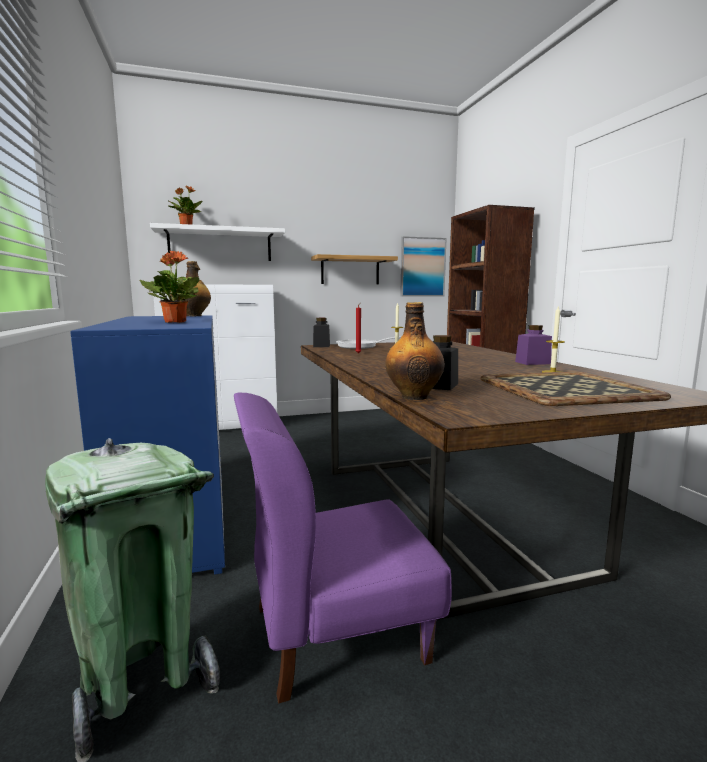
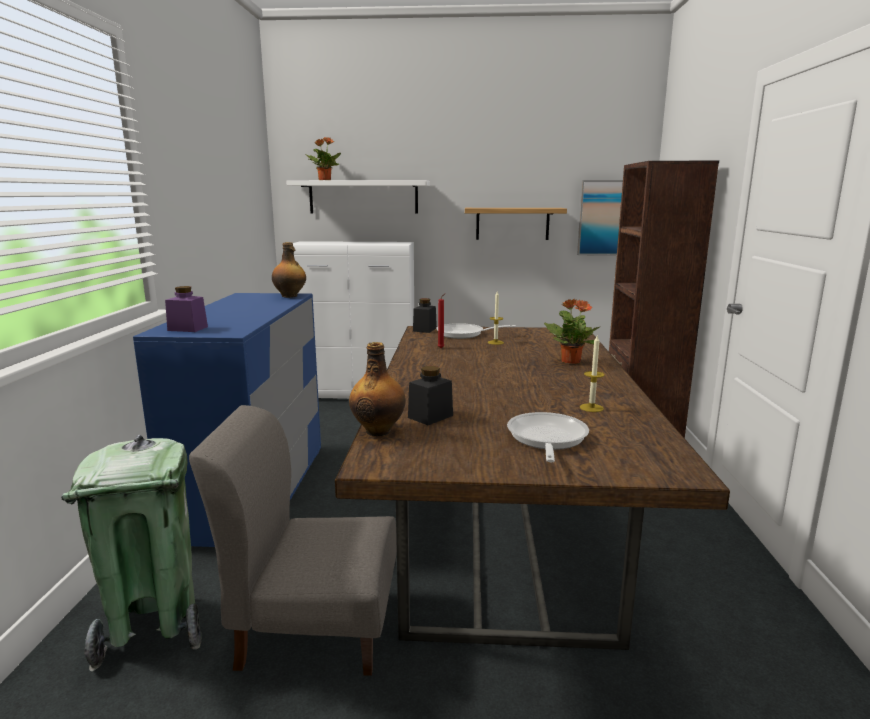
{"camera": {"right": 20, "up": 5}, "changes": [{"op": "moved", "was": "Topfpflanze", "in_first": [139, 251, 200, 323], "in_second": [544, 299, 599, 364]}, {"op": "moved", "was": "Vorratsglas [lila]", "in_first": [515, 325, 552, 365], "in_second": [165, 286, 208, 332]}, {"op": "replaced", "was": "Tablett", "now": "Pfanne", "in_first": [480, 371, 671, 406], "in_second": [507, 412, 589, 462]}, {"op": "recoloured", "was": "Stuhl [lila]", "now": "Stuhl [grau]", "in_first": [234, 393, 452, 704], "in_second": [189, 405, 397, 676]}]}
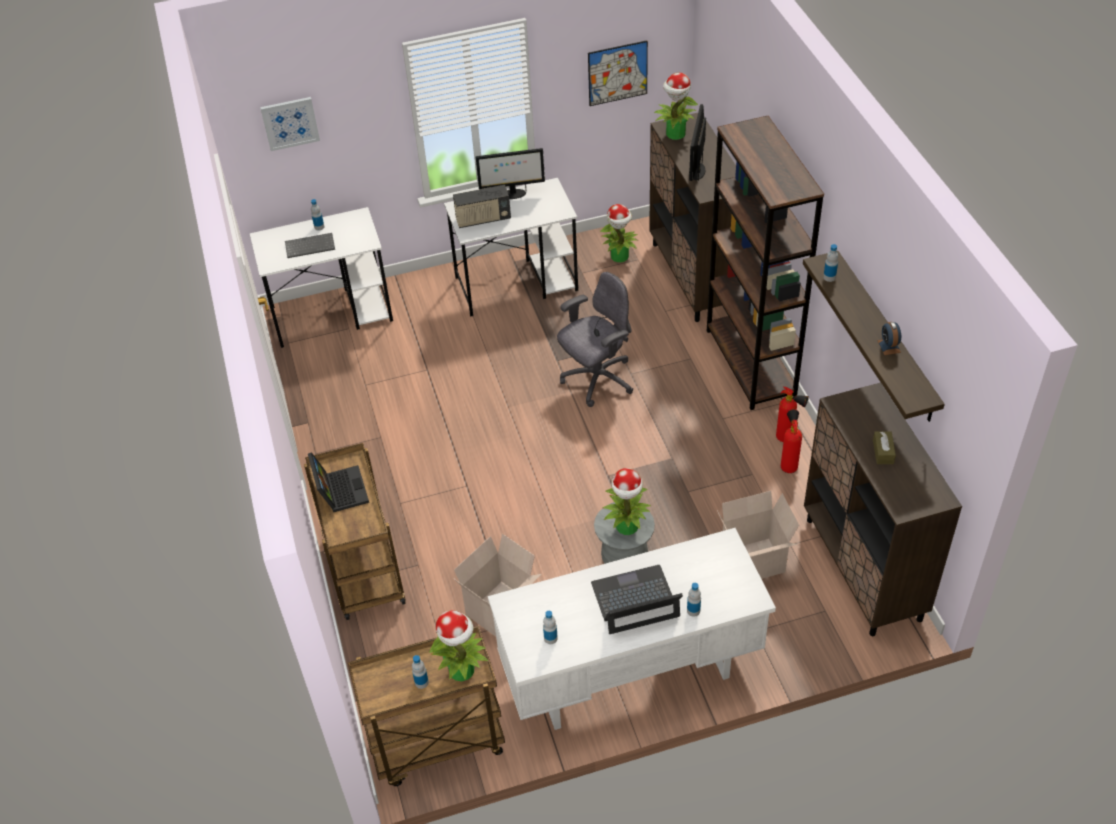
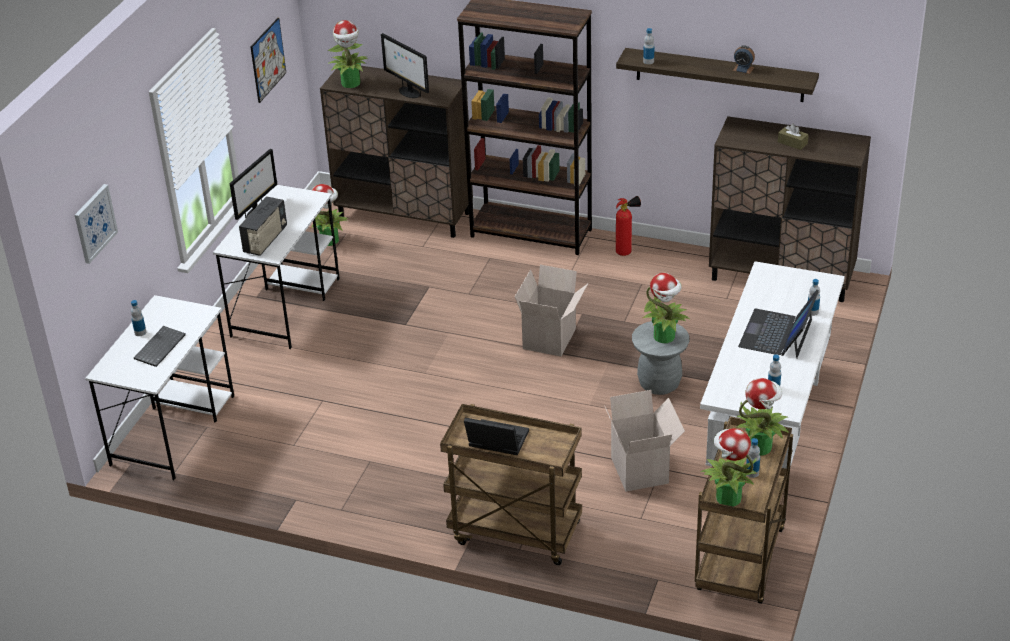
{"camera": {"right": -55, "up": -10}, "changes": [{"op": "removed", "was": "Bürostuhl [grau]", "in_first": [557, 272, 633, 407]}, {"op": "removed", "was": "Feuerlöscher", "in_first": [781, 409, 802, 473]}, {"op": "moved", "was": "Karton", "in_first": [717, 491, 799, 579], "in_second": [515, 265, 588, 356]}, {"op": "added", "now": "Topfpflanze", "in_second": [701, 428, 758, 506]}]}
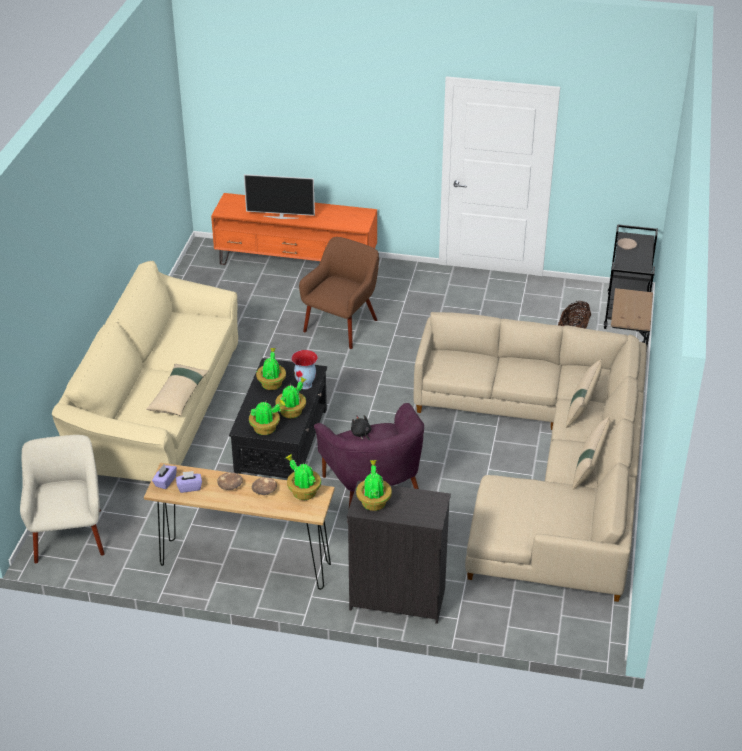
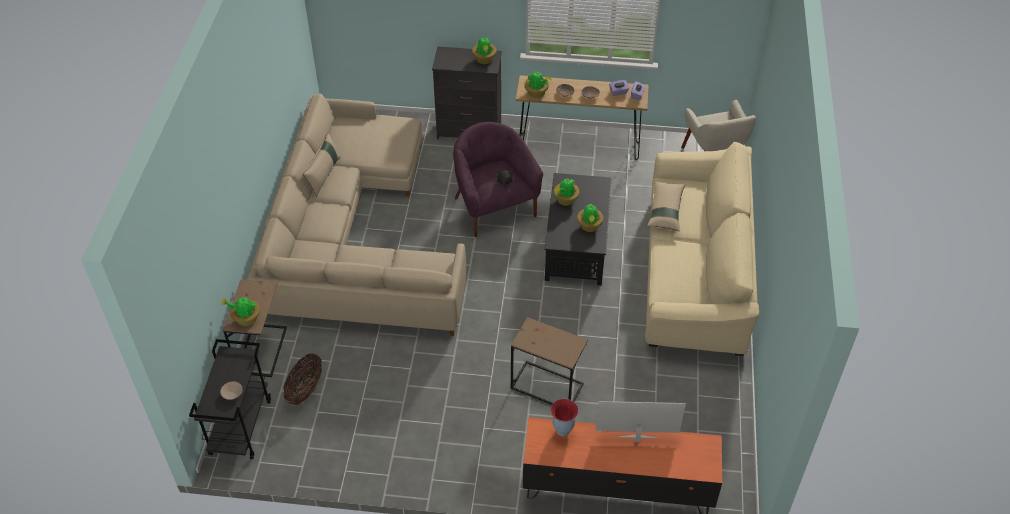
{"camera": {"right": 175, "up": 10}, "changes": [{"op": "replaced", "was": "Sessel [braun]", "now": "Beistelltisch [braun]", "in_first": [299, 237, 379, 349], "in_second": [511, 317, 588, 405]}, {"op": "moved", "was": "Vase", "in_first": [291, 350, 318, 389], "in_second": [551, 399, 578, 436]}, {"op": "removed", "was": "Kissen [beige]", "in_first": [566, 360, 602, 428]}, {"op": "moved", "was": "Topfpflanze", "in_first": [249, 400, 286, 435], "in_second": [221, 297, 260, 326]}]}
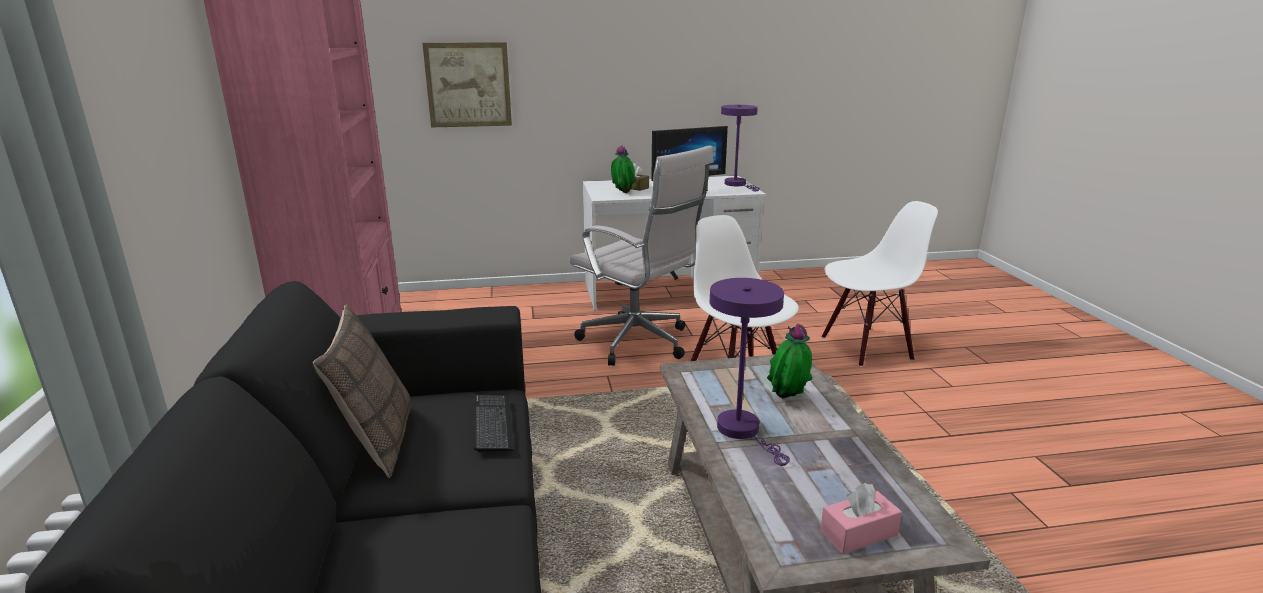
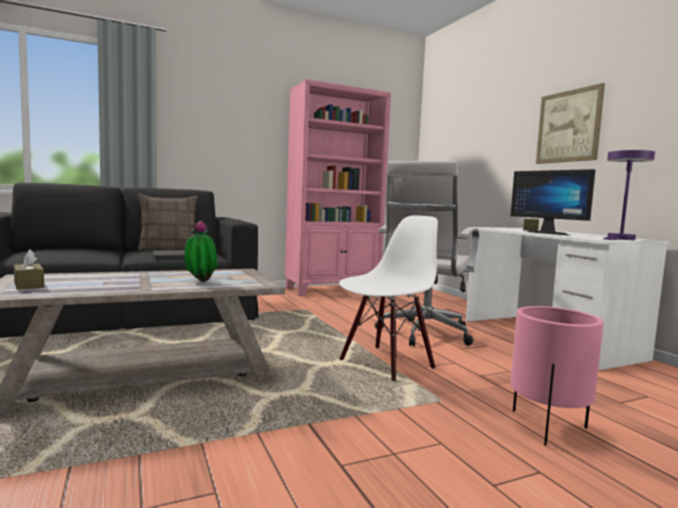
{"camera": {"right": 75, "up": -15}, "changes": [{"op": "moved", "was": "Bild", "in_first": [422, 42, 512, 127], "in_second": [536, 83, 605, 164]}, {"op": "removed", "was": "Topfpflanze", "in_first": [611, 146, 635, 193]}, {"op": "replaced", "was": "Stuhl [weiß]", "now": "Pflanzkübel [rosa]", "in_first": [821, 201, 938, 367], "in_second": [510, 306, 604, 446]}, {"op": "removed", "was": "Tischlampe [lila]", "in_first": [710, 278, 790, 466]}, {"op": "recoloured", "was": "Taschentuchbox [rosa]", "now": "Taschentuchbox [braun]", "in_first": [820, 483, 902, 554], "in_second": [14, 249, 44, 290]}]}
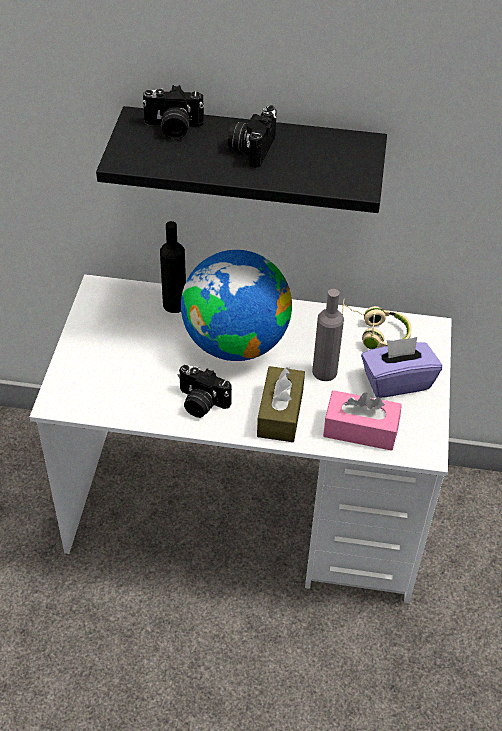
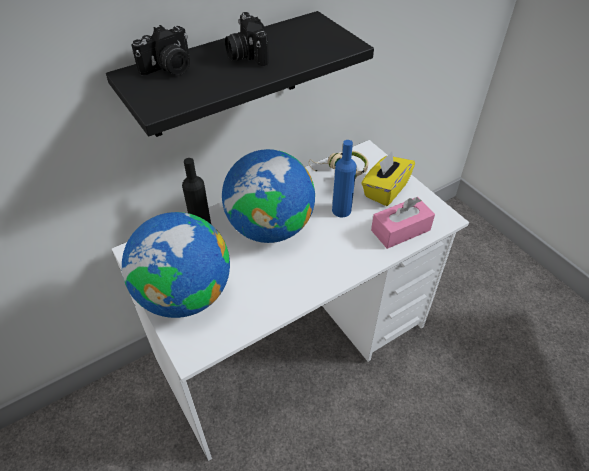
{"camera": {"right": -40, "up": 0}, "changes": [{"op": "recoloured", "was": "Flasche [grau]", "now": "Flasche [blau]", "in_first": [312, 289, 344, 381], "in_second": [332, 140, 356, 217]}, {"op": "recoloured", "was": "Taschentuchbox [lila]", "now": "Taschentuchbox [gelb]", "in_first": [361, 337, 442, 398], "in_second": [361, 152, 415, 206]}, {"op": "removed", "was": "Kamera", "in_first": [178, 365, 232, 418]}, {"op": "removed", "was": "Taschentuchbox [braun]", "in_first": [257, 366, 305, 442]}, {"op": "added", "now": "Globus", "in_second": [122, 212, 230, 318]}]}
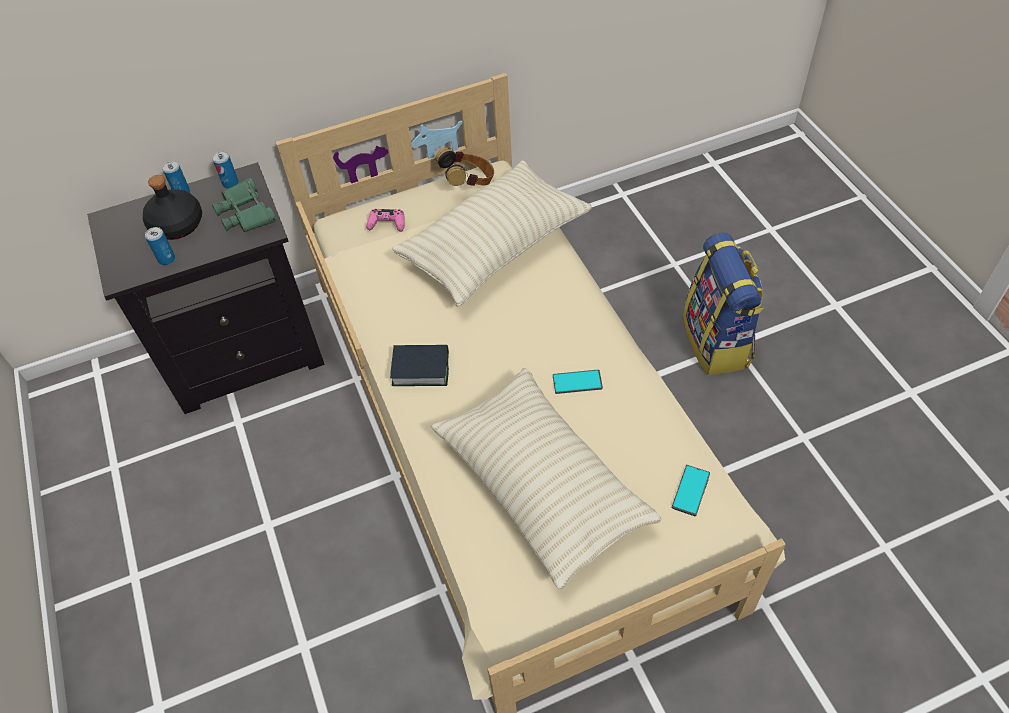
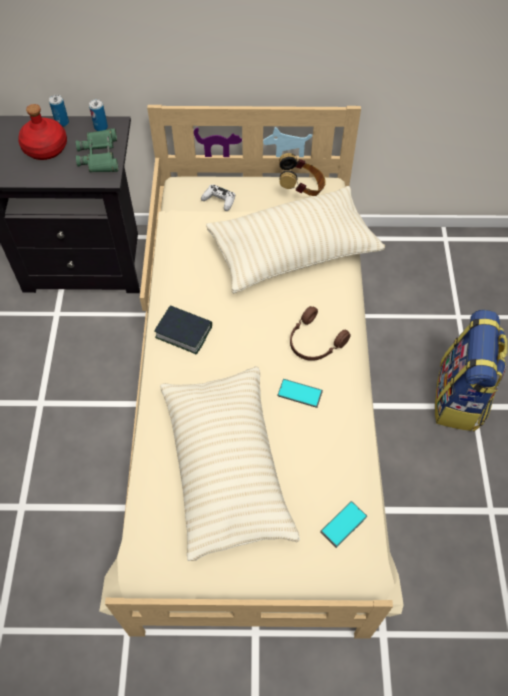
{"camera": {"right": 20, "up": 5}, "changes": [{"op": "recoloured", "was": "Flasche [schwarz]", "now": "Flasche [rot]", "in_first": [143, 175, 202, 240], "in_second": [18, 104, 67, 160]}, {"op": "recoloured", "was": "Gamepad [rosa]", "now": "Gamepad [weiß]", "in_first": [366, 209, 405, 232], "in_second": [201, 185, 235, 211]}, {"op": "removed", "was": "Dose", "in_first": [145, 227, 175, 265]}, {"op": "added", "now": "Kopfhörer [braun]", "in_second": [290, 306, 351, 361]}]}
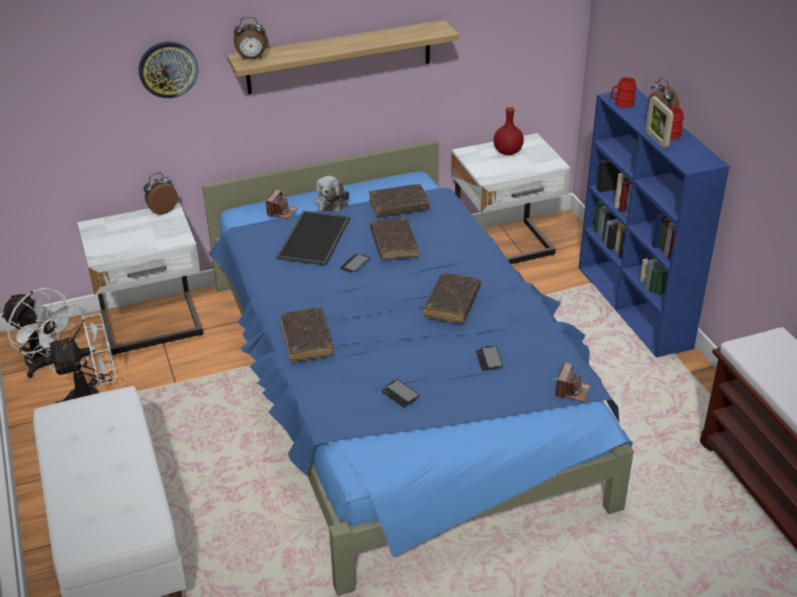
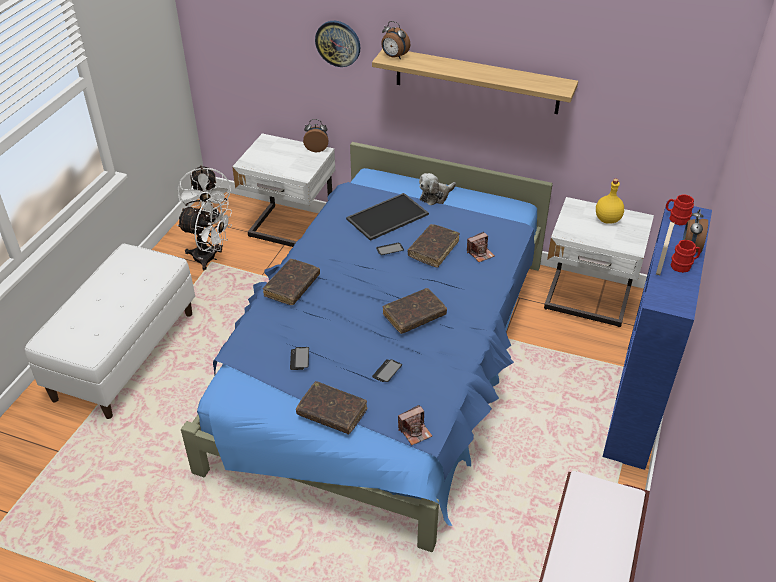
{"camera": {"right": 40, "up": 5}, "changes": [{"op": "recoloured", "was": "Flasche [rot]", "now": "Flasche [gelb]", "in_first": [494, 105, 524, 155], "in_second": [596, 179, 624, 224]}, {"op": "moved", "was": "Buch [braun]", "in_first": [369, 184, 430, 217], "in_second": [296, 381, 368, 434]}, {"op": "moved", "was": "Kamera", "in_first": [266, 189, 297, 219], "in_second": [467, 232, 495, 262]}]}
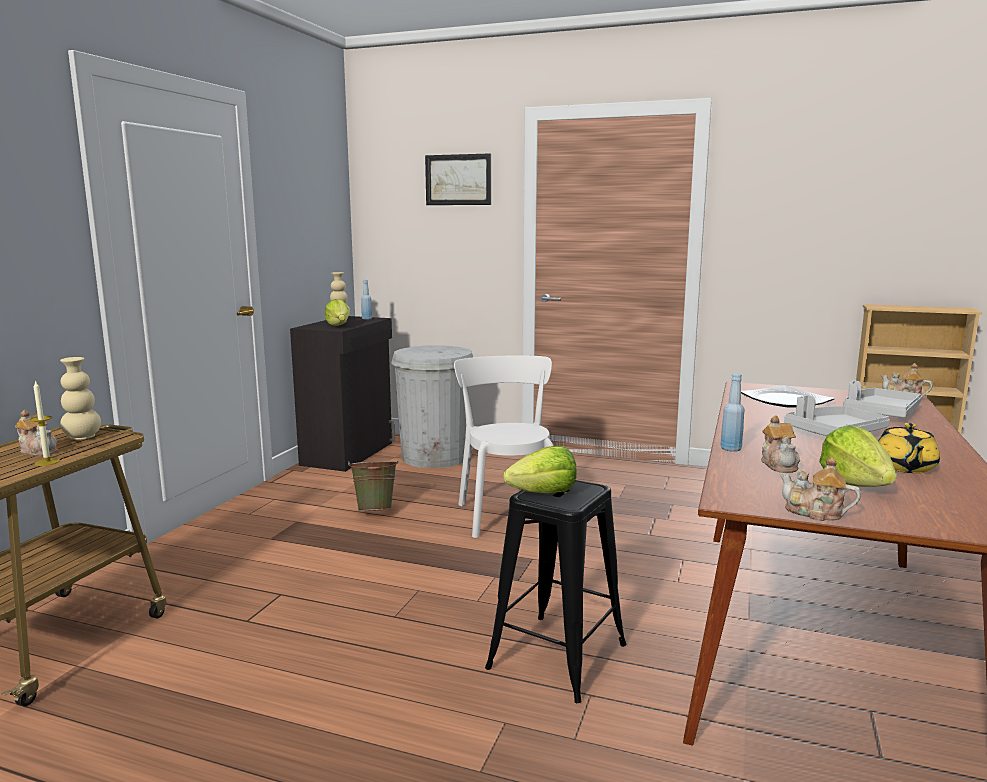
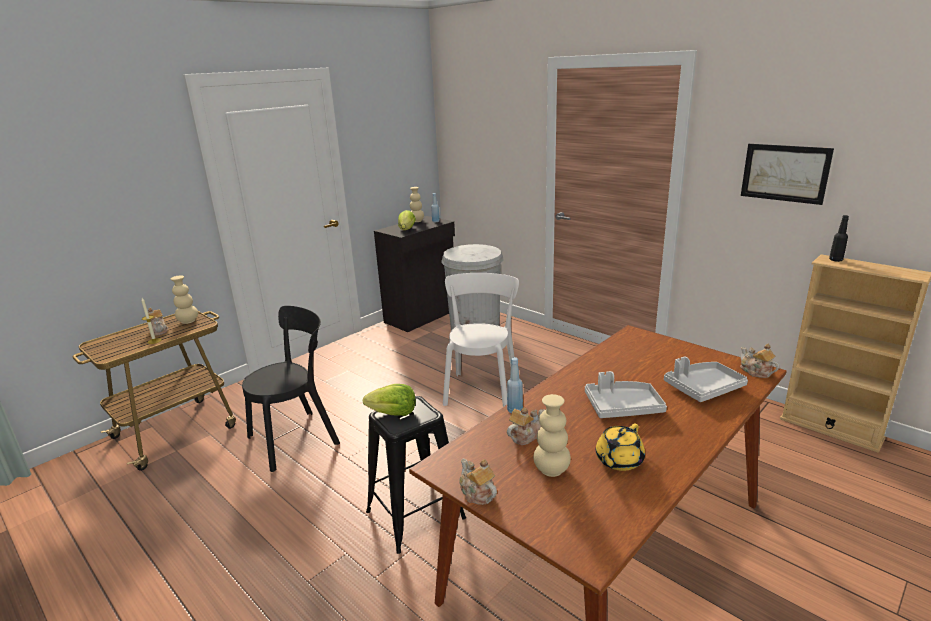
{"camera": {"right": 25, "up": 10}, "changes": [{"op": "moved", "was": "Bild", "in_first": [425, 153, 491, 205], "in_second": [741, 144, 834, 205]}, {"op": "removed", "was": "Teller", "in_first": [741, 385, 834, 407]}, {"op": "turned", "was": "Teekanne", "in_first": [761, 415, 800, 473], "in_second": [507, 407, 545, 445], "clockwise": -150}, {"op": "replaced", "was": "Salatkopf", "now": "Vase [beige]", "in_first": [819, 426, 897, 487], "in_second": [534, 394, 571, 477]}, {"op": "removed", "was": "Eimer [grün]", "in_first": [348, 461, 399, 511]}, {"op": "added", "now": "Flasche [schwarz]", "in_second": [829, 215, 849, 262]}, {"op": "added", "now": "Stuhl [schwarz]", "in_second": [242, 306, 340, 472]}]}
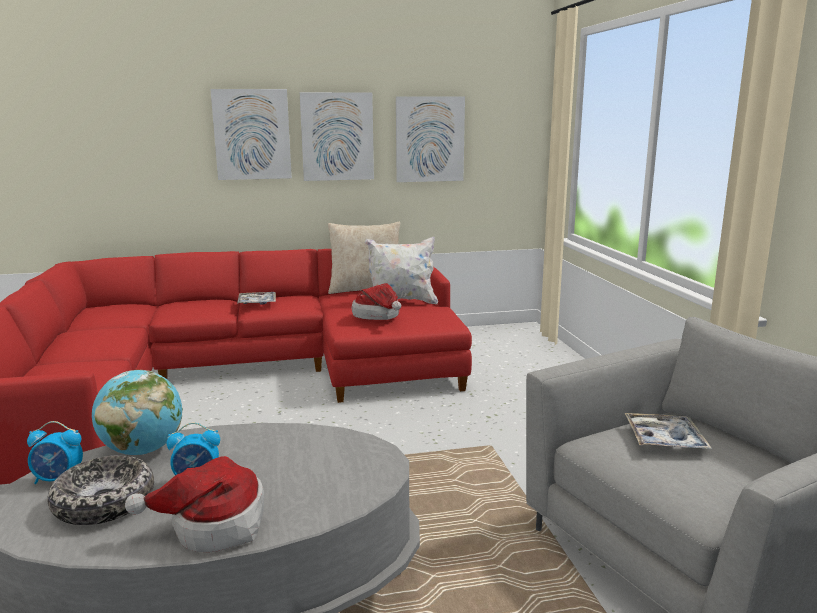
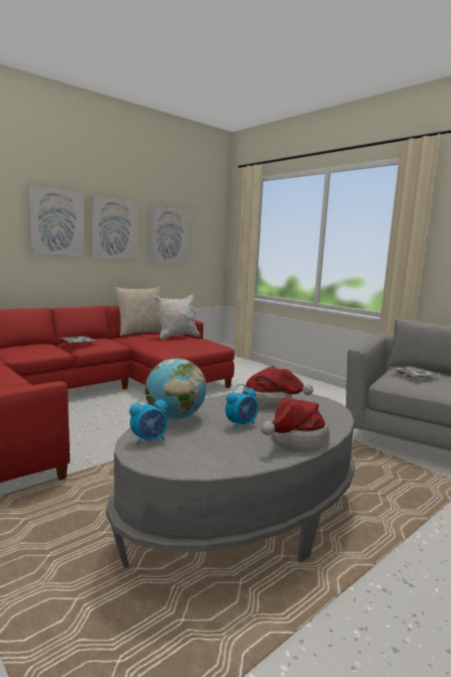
{"camera": {"right": -30, "up": -5}, "changes": [{"op": "moved", "was": "Hut", "in_first": [352, 283, 401, 320], "in_second": [242, 366, 313, 409]}, {"op": "removed", "was": "Schüssel", "in_first": [47, 455, 154, 525]}]}
